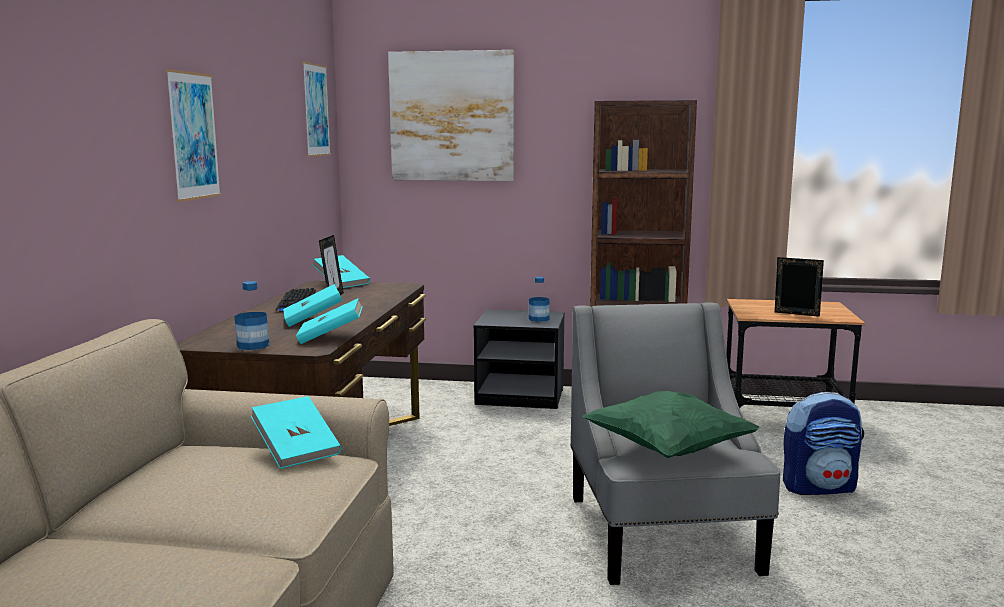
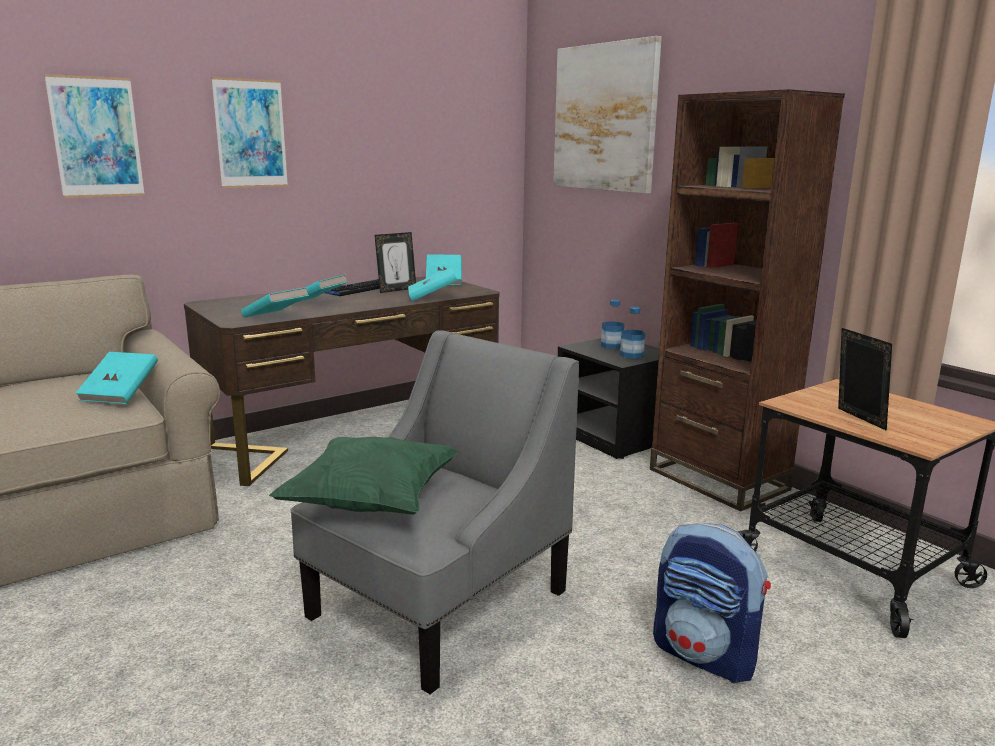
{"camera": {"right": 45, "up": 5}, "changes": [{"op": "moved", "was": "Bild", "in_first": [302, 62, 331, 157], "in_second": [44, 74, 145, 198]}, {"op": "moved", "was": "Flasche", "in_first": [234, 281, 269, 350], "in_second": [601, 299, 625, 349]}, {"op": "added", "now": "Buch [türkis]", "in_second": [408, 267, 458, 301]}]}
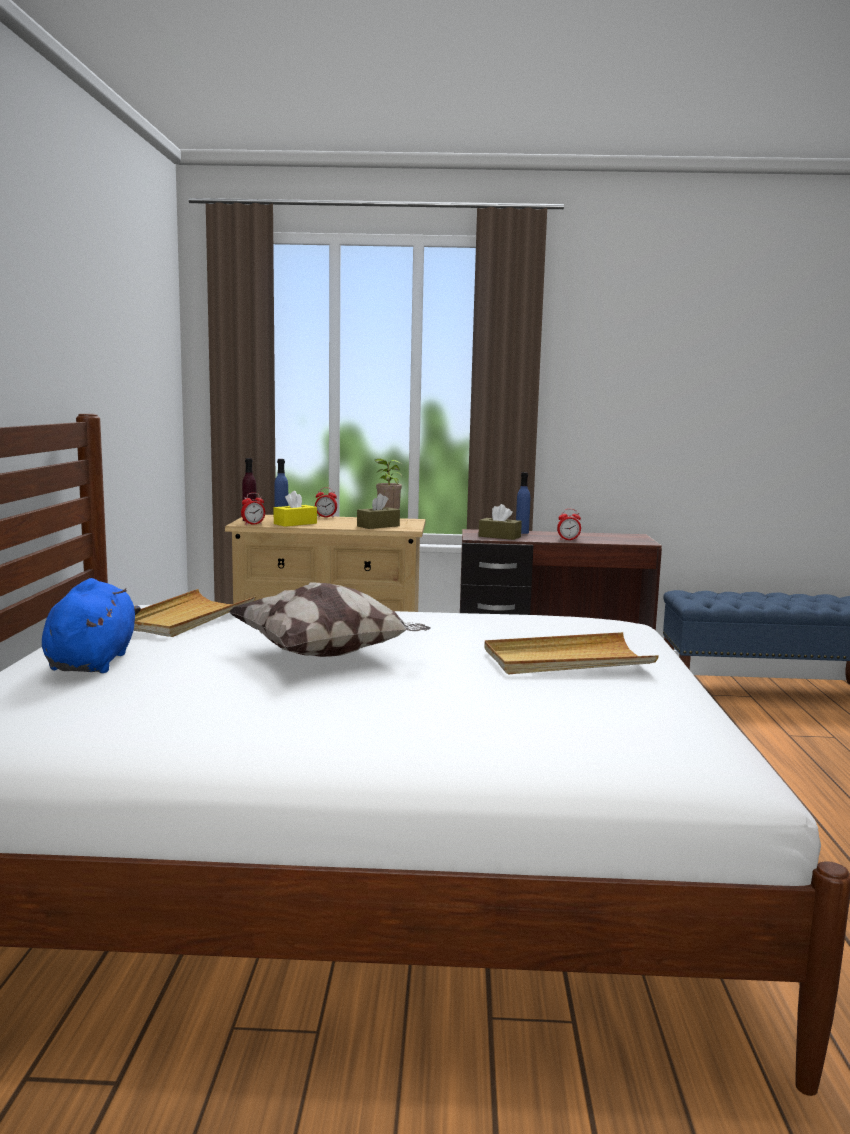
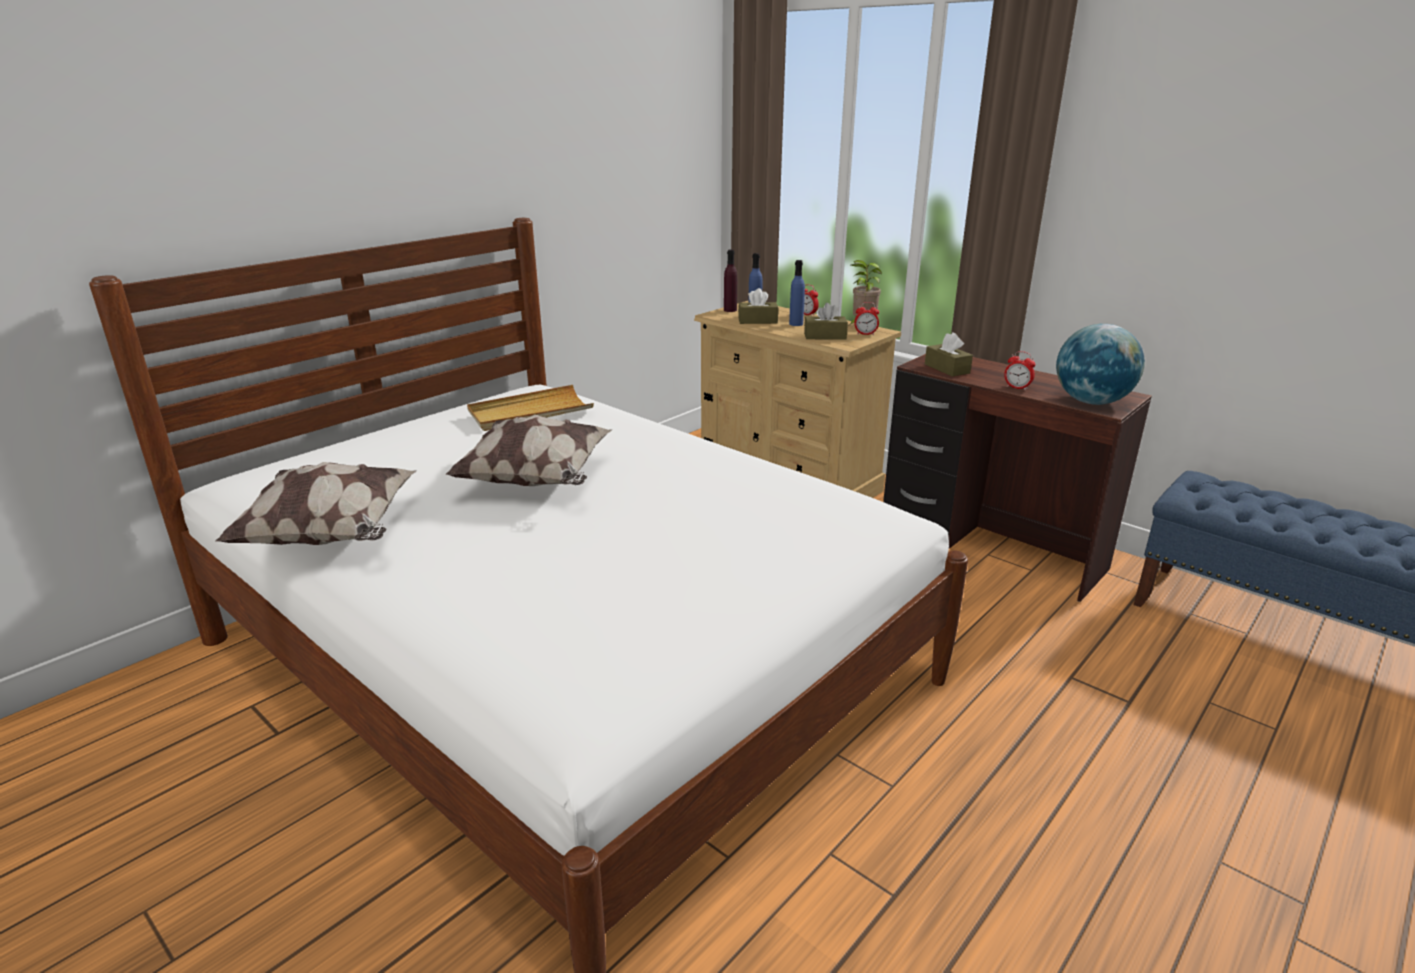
{"camera": {"right": 40, "up": 15}, "changes": [{"op": "moved", "was": "Flasche [blau]", "in_first": [516, 472, 530, 534], "in_second": [789, 260, 805, 326]}, {"op": "recoloured", "was": "Taschentuchbox [gelb]", "now": "Taschentuchbox [braun]", "in_first": [274, 491, 317, 527], "in_second": [738, 288, 778, 324]}, {"op": "moved", "was": "Wecker", "in_first": [241, 493, 265, 525], "in_second": [855, 302, 879, 335]}, {"op": "removed", "was": "Plüschtier [blau]", "in_first": [42, 578, 141, 673]}, {"op": "removed", "was": "Tablett [beige]", "in_first": [484, 632, 659, 674]}, {"op": "added", "now": "Globus", "in_second": [1056, 324, 1145, 405]}, {"op": "added", "now": "Kissen", "in_second": [216, 462, 417, 545]}]}
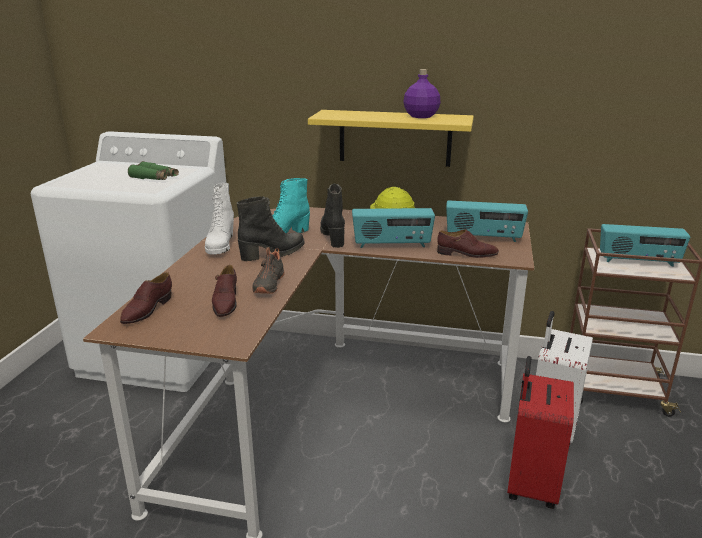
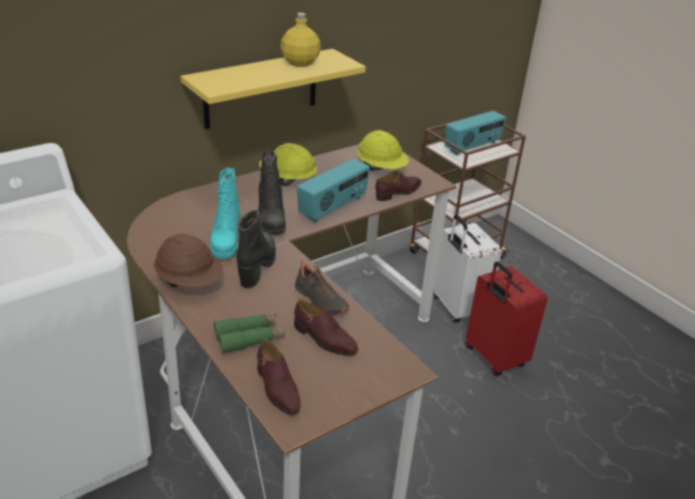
{"camera": {"right": -50, "up": 10}, "changes": [{"op": "recoloured", "was": "Flasche [lila]", "now": "Flasche [gelb]", "in_first": [403, 69, 441, 118], "in_second": [280, 13, 321, 67]}, {"op": "moved", "was": "Fernglas [grün]", "in_first": [128, 161, 179, 180], "in_second": [214, 314, 285, 354]}, {"op": "replaced", "was": "Stiefel [weiß]", "now": "Schutzhelm [braun]", "in_first": [205, 183, 234, 255], "in_second": [154, 234, 223, 287]}, {"op": "turned", "was": "Stiefel [schwarz]", "in_first": [320, 183, 345, 248], "in_second": [258, 150, 286, 235], "clockwise": -135}, {"op": "replaced", "was": "Radio", "now": "Schutzhelm [gelb]", "in_first": [446, 201, 528, 242], "in_second": [357, 130, 409, 171]}]}
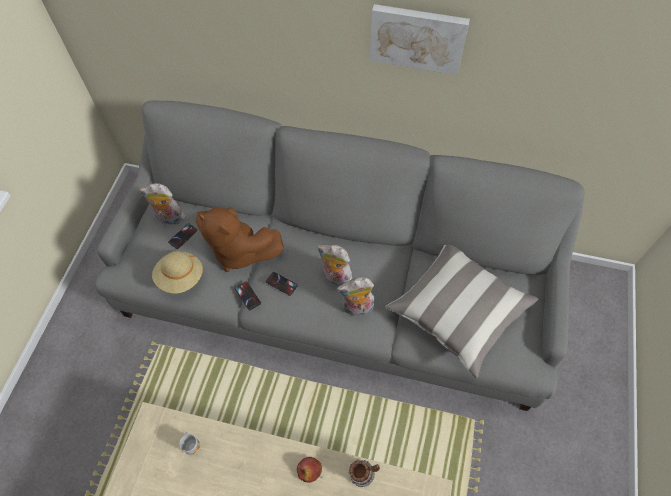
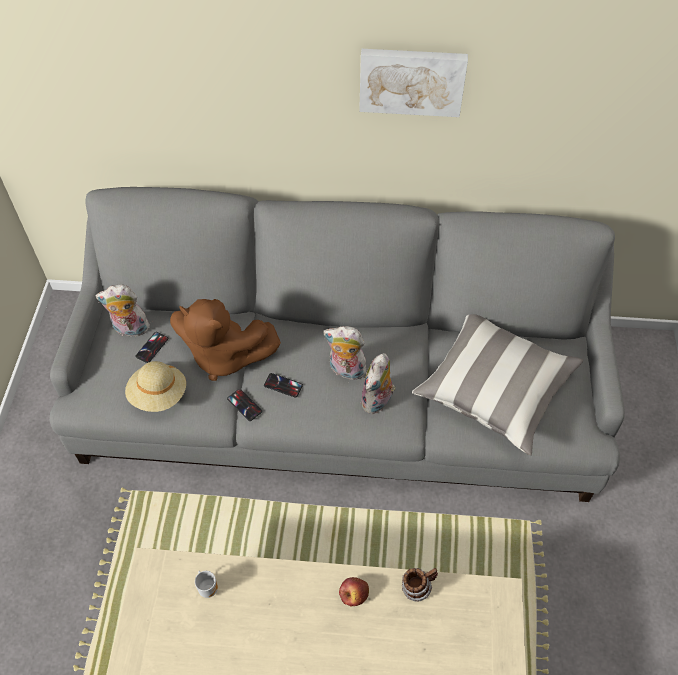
{"camera": {"right": -10, "up": -5}, "changes": [{"op": "turned", "was": "Plüschtier", "in_first": [337, 277, 374, 316], "in_second": [360, 353, 396, 414], "clockwise": -45}]}
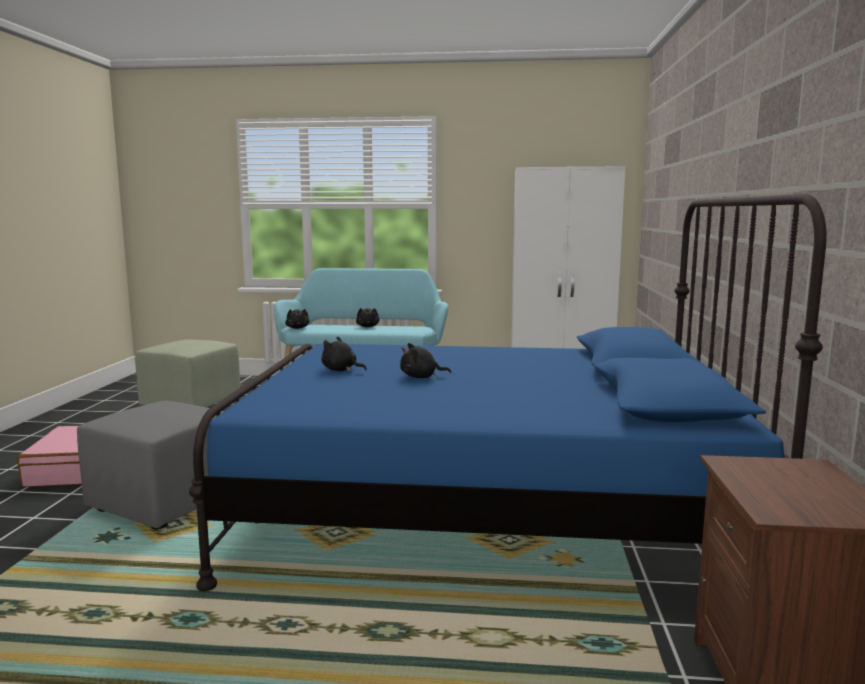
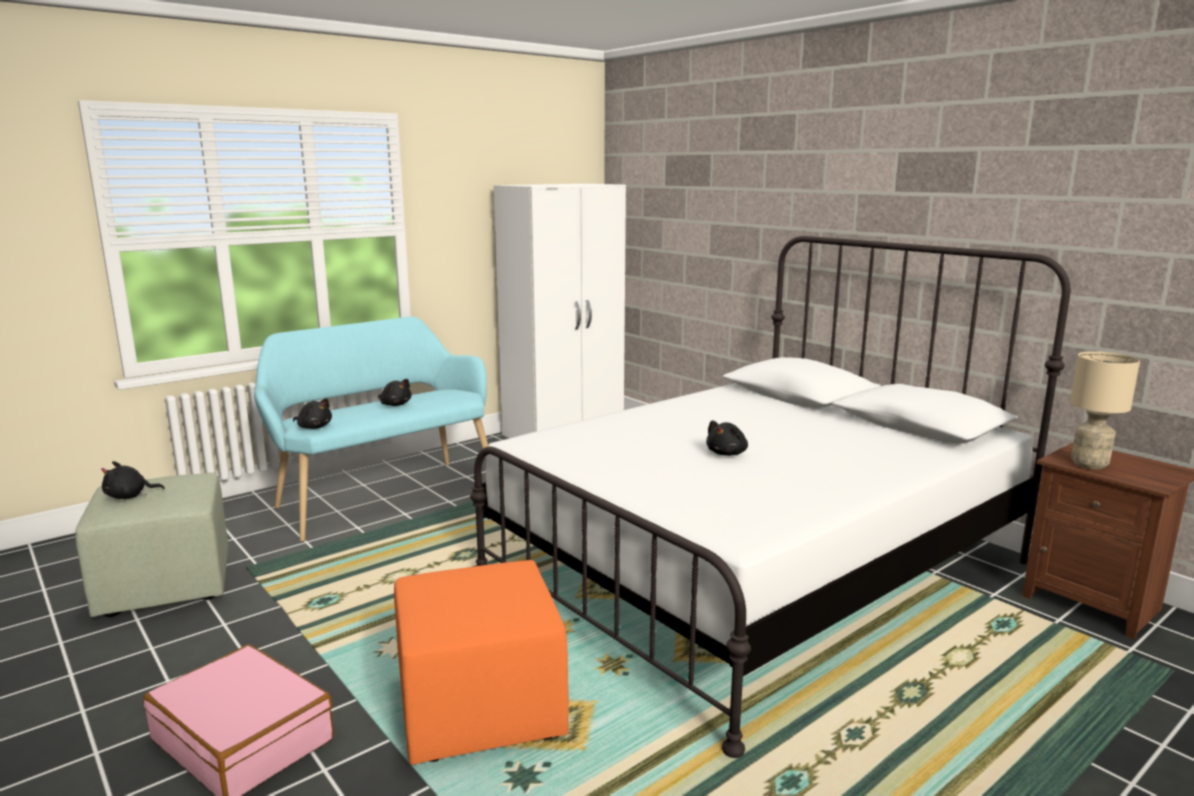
{"camera": {"right": -45, "up": 5}, "changes": [{"op": "recoloured", "was": "Bett [blau]", "now": "Bett [weiß]", "in_first": [189, 194, 827, 591], "in_second": [470, 236, 1071, 758]}, {"op": "moved", "was": "Plüschtier [schwarz]", "in_first": [321, 337, 367, 372], "in_second": [101, 461, 165, 499]}, {"op": "recoloured", "was": "Polsterhocker [grau]", "now": "Polsterhocker [orange]", "in_first": [77, 401, 224, 529], "in_second": [394, 560, 569, 765]}, {"op": "added", "now": "Tischlampe [beige]", "in_second": [1070, 351, 1140, 470]}]}
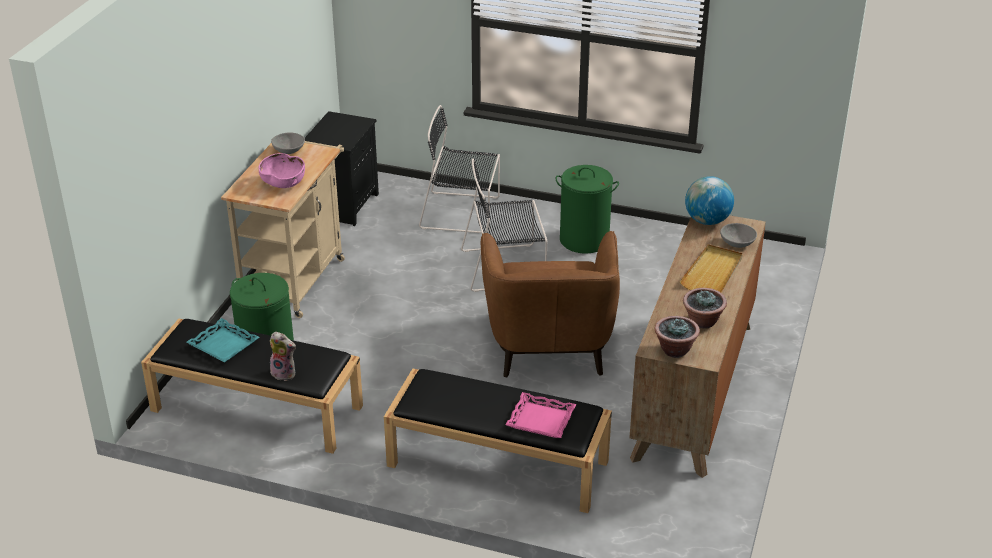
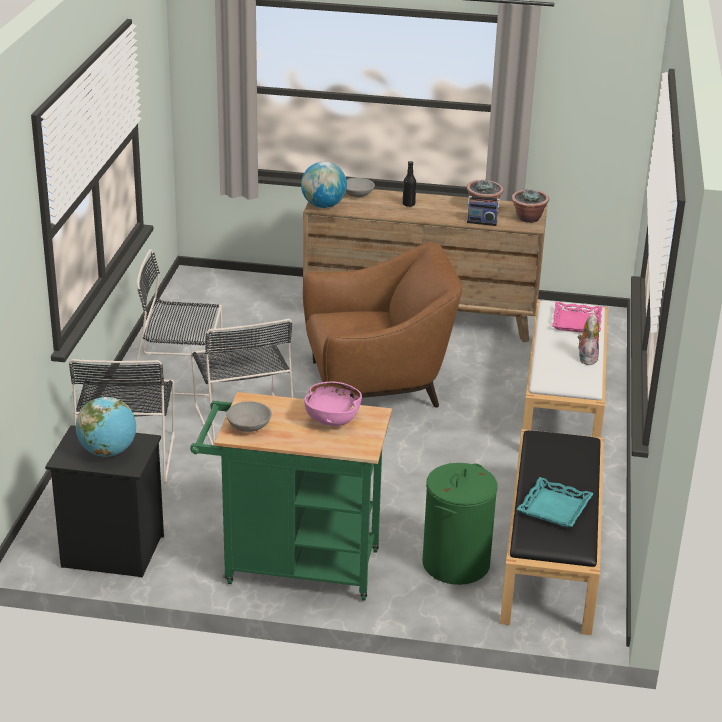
{"camera": {"right": -100, "up": -5}, "changes": [{"op": "recoloured", "was": "Rollwagen [beige]", "now": "Rollwagen [grün]", "in_first": [221, 141, 345, 318], "in_second": [190, 392, 392, 601]}, {"op": "replaced", "was": "Wäschekorb [grün]", "now": "Stuhl [schwarz]", "in_first": [555, 165, 619, 254], "in_second": [130, 249, 223, 397]}, {"op": "replaced", "was": "Tablett [beige]", "now": "Flasche [schwarz]", "in_first": [680, 244, 743, 293], "in_second": [403, 161, 416, 207]}, {"op": "moved", "was": "Plüschtier", "in_first": [270, 332, 296, 381], "in_second": [578, 313, 599, 365]}, {"op": "recoloured", "was": "Bank [schwarz]", "now": "Bank [weiß]", "in_first": [384, 368, 612, 513], "in_second": [523, 301, 608, 438]}, {"op": "added", "now": "Radio", "in_second": [467, 188, 500, 226]}, {"op": "added", "now": "Globus", "in_second": [76, 397, 136, 457]}]}
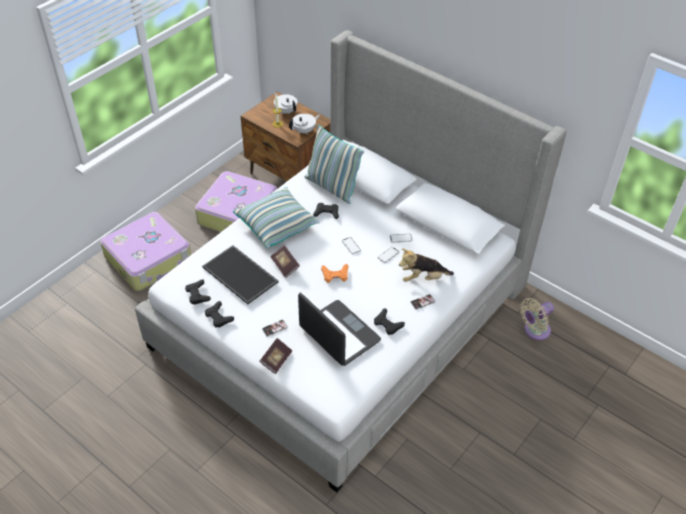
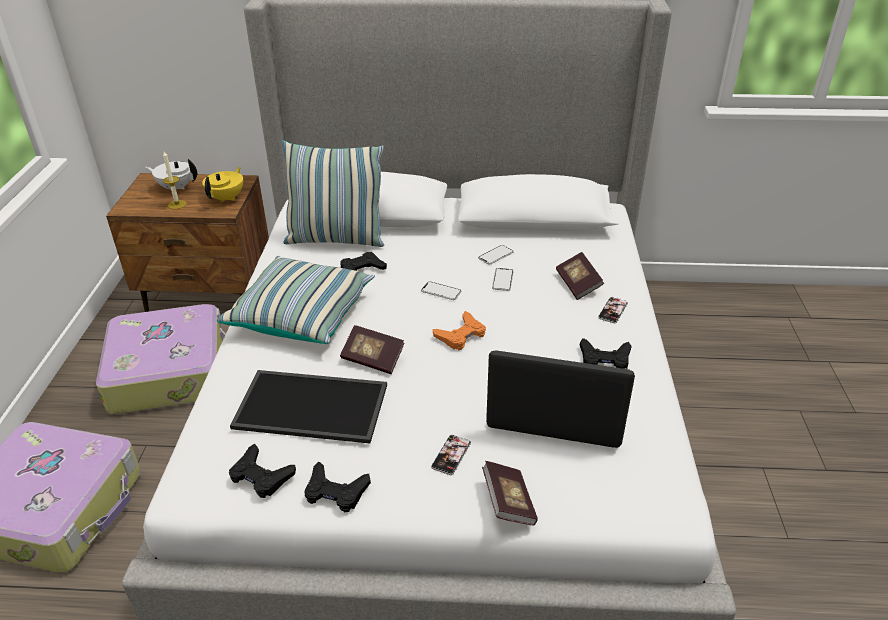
{"camera": {"right": -35, "up": -10}, "changes": [{"op": "recoloured", "was": "Teekanne [weiß]", "now": "Teekanne [gelb]", "in_first": [289, 114, 320, 135], "in_second": [202, 167, 243, 203]}, {"op": "replaced", "was": "Plüschtier", "now": "Buch", "in_first": [399, 249, 454, 282], "in_second": [556, 252, 604, 300]}, {"op": "removed", "was": "Ventilator [beige]", "in_first": [520, 298, 554, 340]}]}
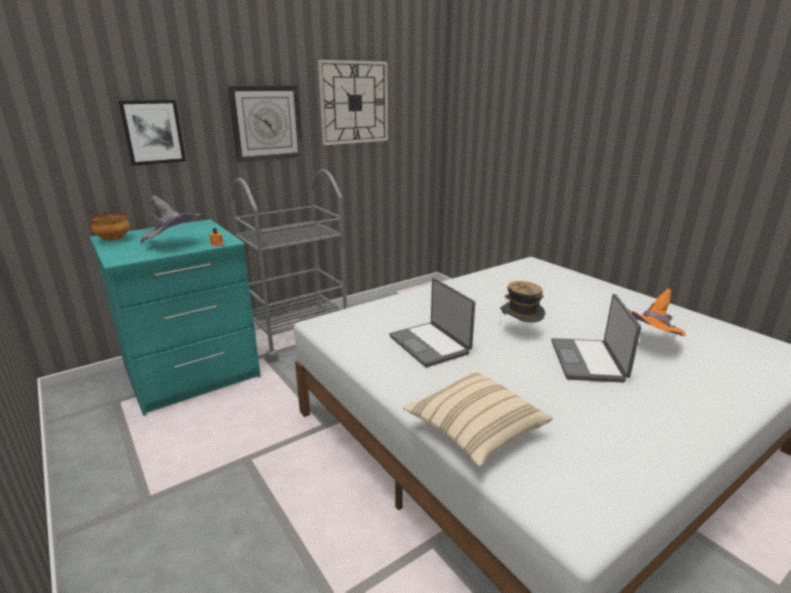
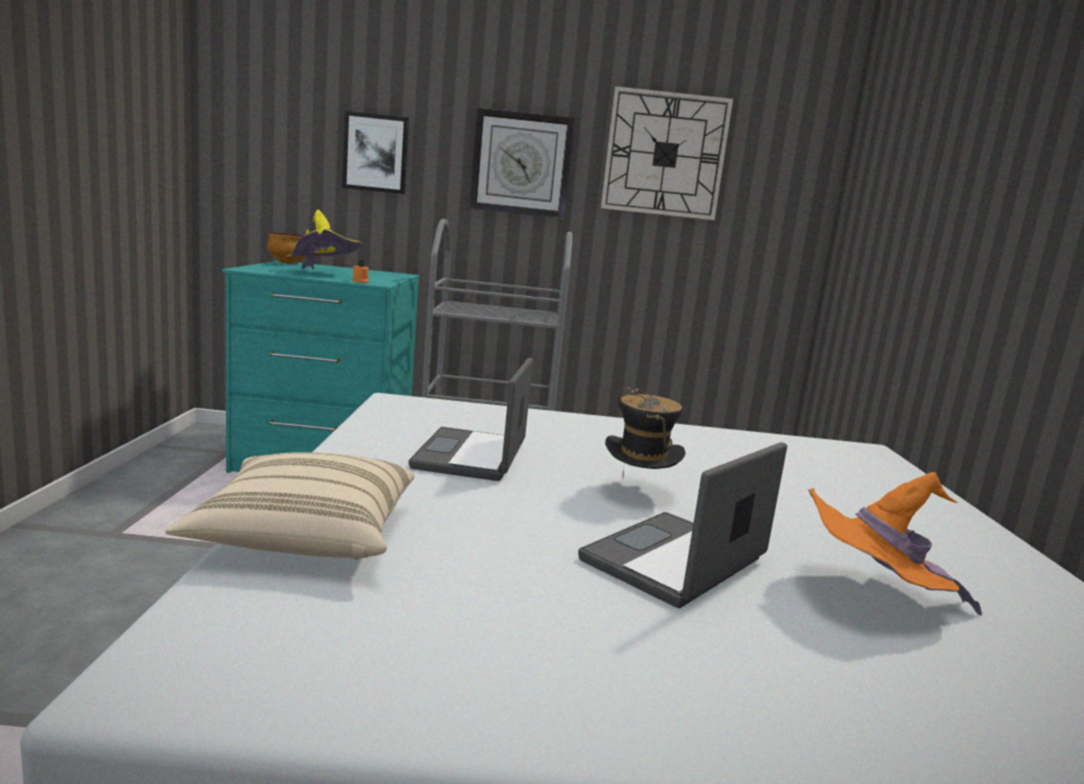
{"camera": {"right": 35, "up": -10}, "changes": [{"op": "recoloured", "was": "Hut [grau]", "now": "Hut [gelb]", "in_first": [140, 195, 200, 243], "in_second": [287, 210, 362, 269]}]}
